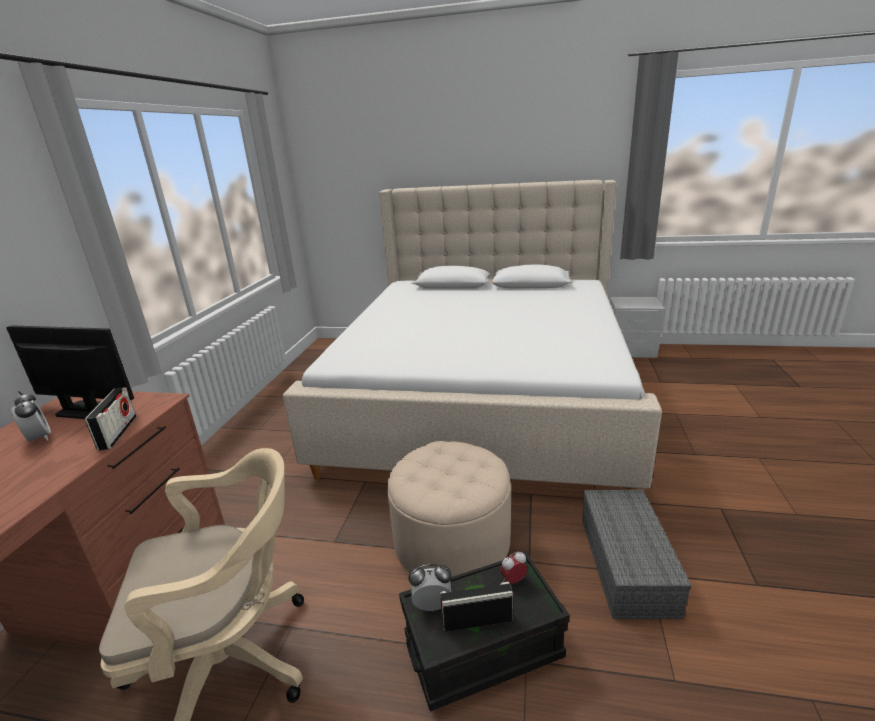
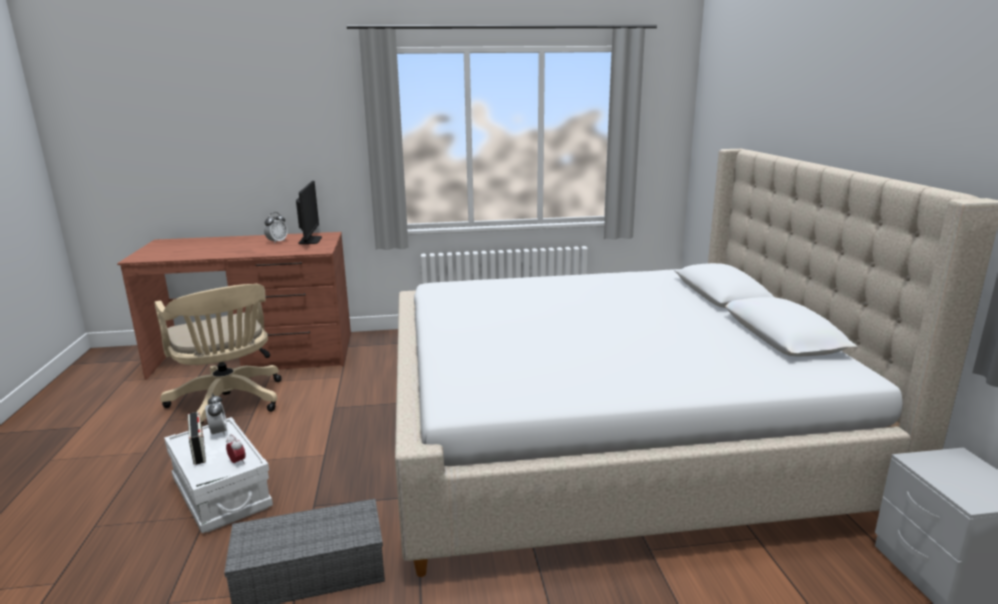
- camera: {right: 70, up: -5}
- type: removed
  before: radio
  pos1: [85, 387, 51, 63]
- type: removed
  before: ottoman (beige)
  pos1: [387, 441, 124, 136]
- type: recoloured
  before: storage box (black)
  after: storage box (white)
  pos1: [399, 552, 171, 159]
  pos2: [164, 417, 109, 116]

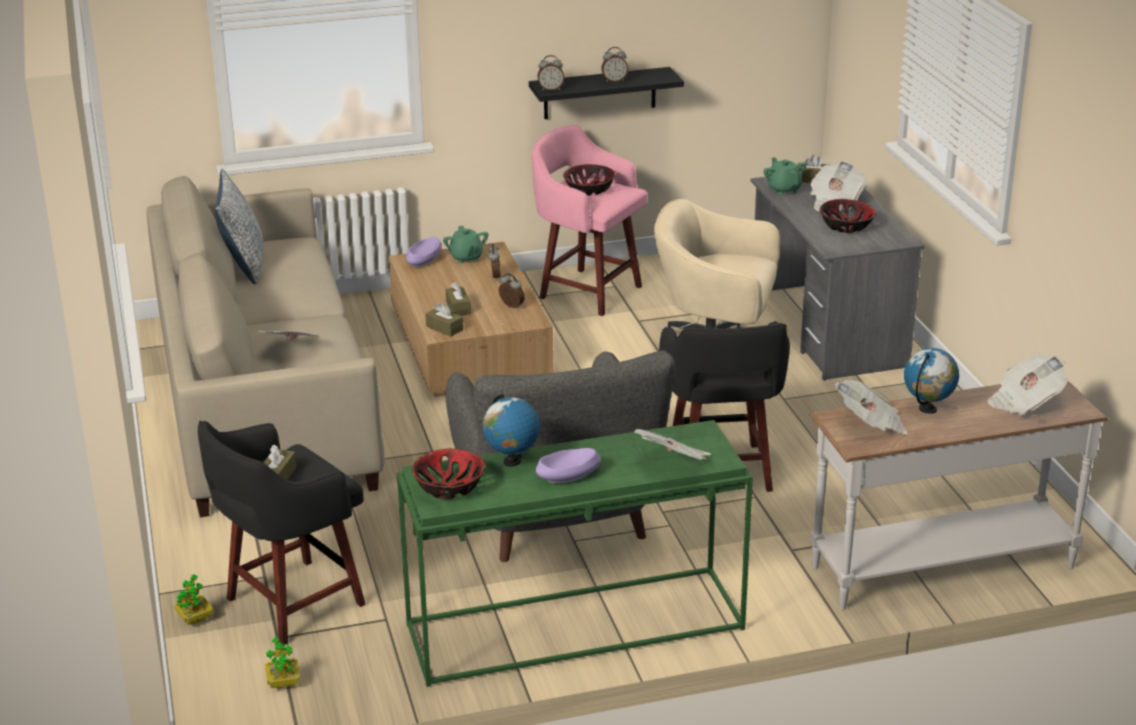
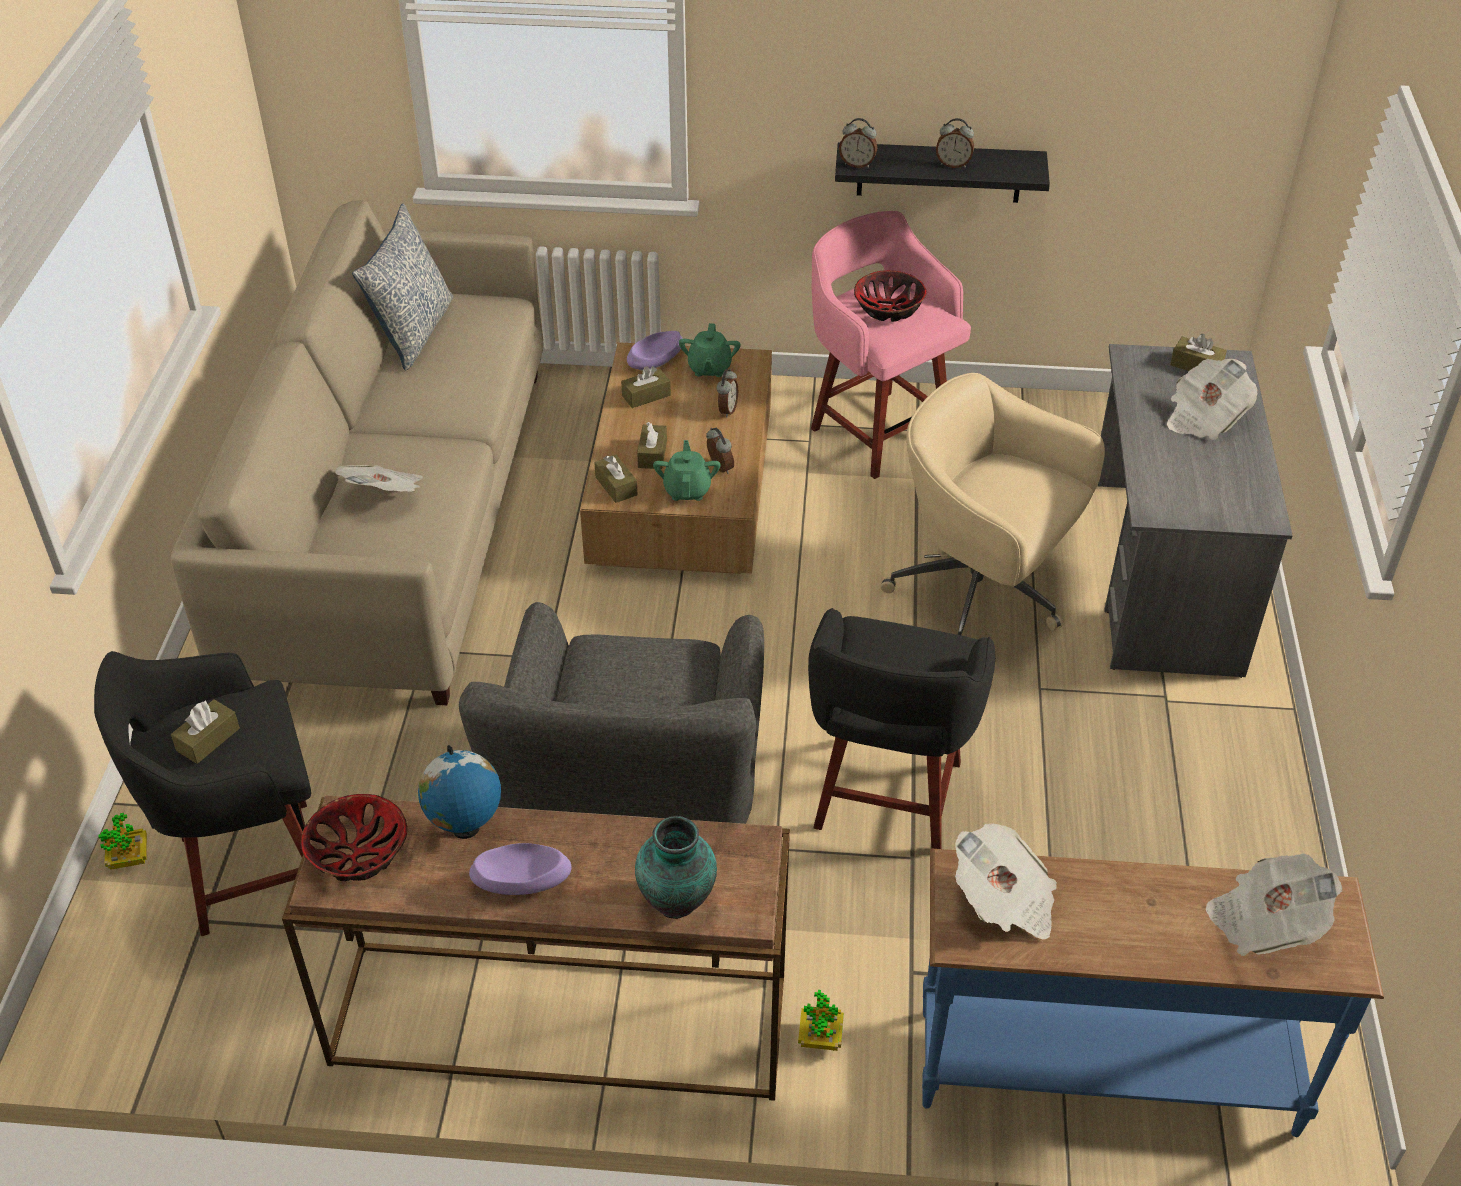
- camera: {right: 20, up: 15}
- type: removed
  before: bowl
  pos1: [820, 199, 56, 34]
- type: removed
  before: globe
  pos1: [904, 348, 55, 66]
- type: added
  after: tissue box (brown)
  pos2: [621, 366, 50, 42]
- type: moved
  before: potted plant
  pos1: [265, 637, 35, 51]
  pos2: [798, 990, 46, 61]
- type: moved
  before: teapot (green)
  pos1: [763, 157, 43, 38]
  pos2: [653, 440, 68, 61]
- type: replaced
  before: newspaper
  after: vase
  pos1: [634, 429, 77, 31]
  pos2: [635, 816, 82, 103]
- type: recoloured
  before: console table (green)
  after: console table (brown)
  pos1: [397, 420, 356, 267]
  pos2: [282, 795, 508, 306]
- type: recoloured
  before: console table (white)
  after: console table (blue)
  pos1: [810, 381, 299, 229]
  pos2: [922, 849, 462, 288]

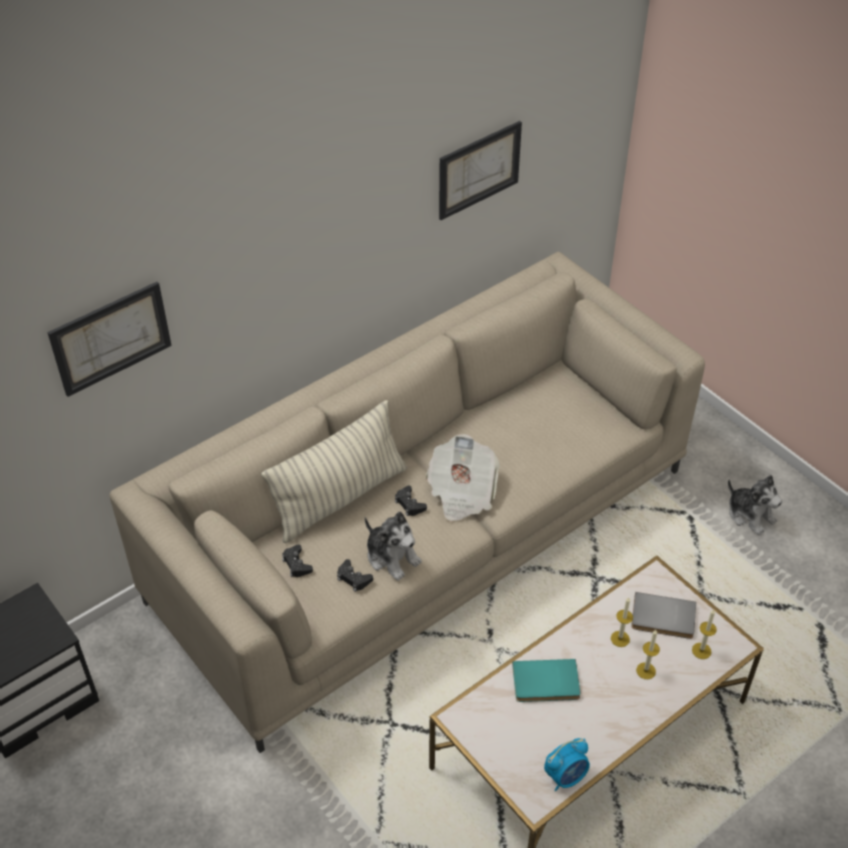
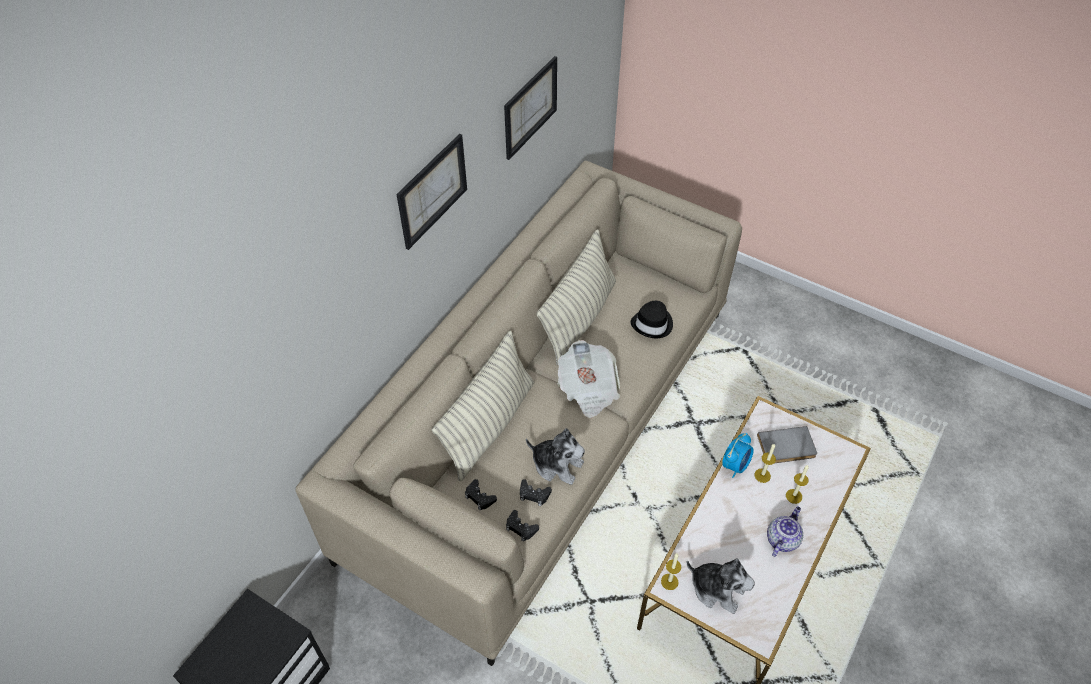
- camera: {right: -20, up: 5}
- type: removed
  before: book (turquoise)
  pos1: [512, 659, 69, 43]
- type: added
  after: pillow
  pos2: [536, 229, 80, 136]
- type: added
  after: hat (black)
  pos2: [631, 301, 42, 37]
- type: added
  after: teapot
  pos2: [767, 506, 36, 51]
- type: moved
  before: picture
  pos1: [47, 282, 125, 115]
  pos2: [396, 134, 71, 116]
- type: moved
  before: game controller (black)
  pos1: [395, 486, 32, 30]
  pos2: [506, 510, 33, 32]
- type: moved
  before: alarm clock
  pos1: [544, 738, 46, 53]
  pos2: [722, 433, 32, 45]
- type: moved
  before: candle
  pos1: [692, 609, 25, 50]
  pos2: [661, 553, 20, 37]
- type: moved
  before: plush toy
  pos1: [728, 475, 54, 60]
  pos2: [687, 558, 68, 56]

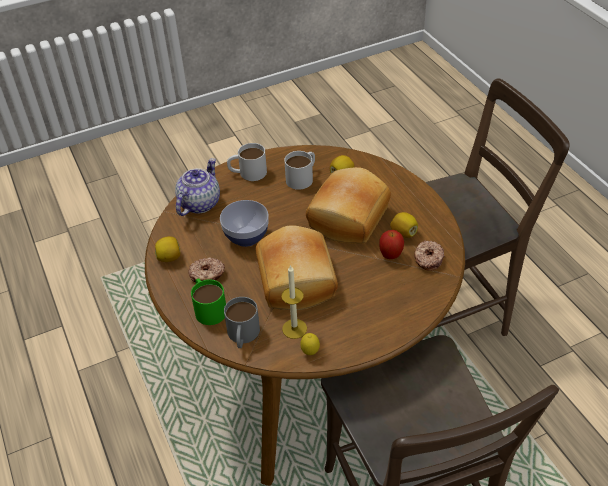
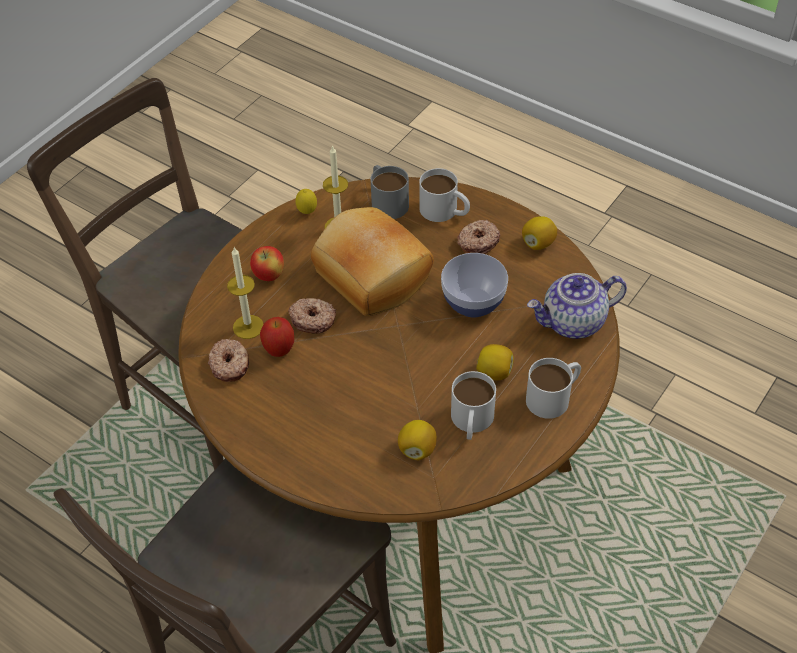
- camera: {right: 150, up: 5}
- type: removed
  before: bread
  pos1: [306, 167, 85, 77]
- type: added
  after: candle
  pos2: [227, 247, 36, 92]
- type: added
  after: apple
  pos2: [250, 246, 34, 35]
- type: added
  after: donut
  pos2: [288, 298, 48, 36]
- type: moved
  before: lemon
  pos1: [390, 212, 28, 26]
  pos2: [476, 344, 38, 36]
- type: recoloured
  before: mug (green)
  after: mug (white)
  pos1: [191, 278, 35, 47]
  pos2: [419, 168, 51, 54]
- type: turned
  before: teapot
  pos1: [175, 158, 45, 58]
  pos2: [527, 273, 100, 66]
  turn: 75

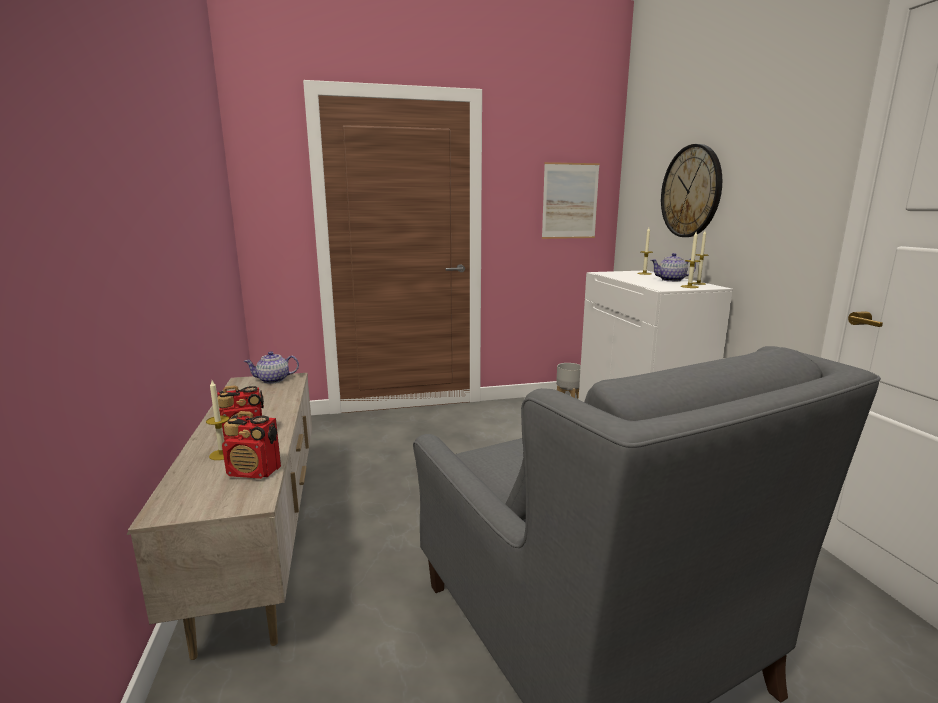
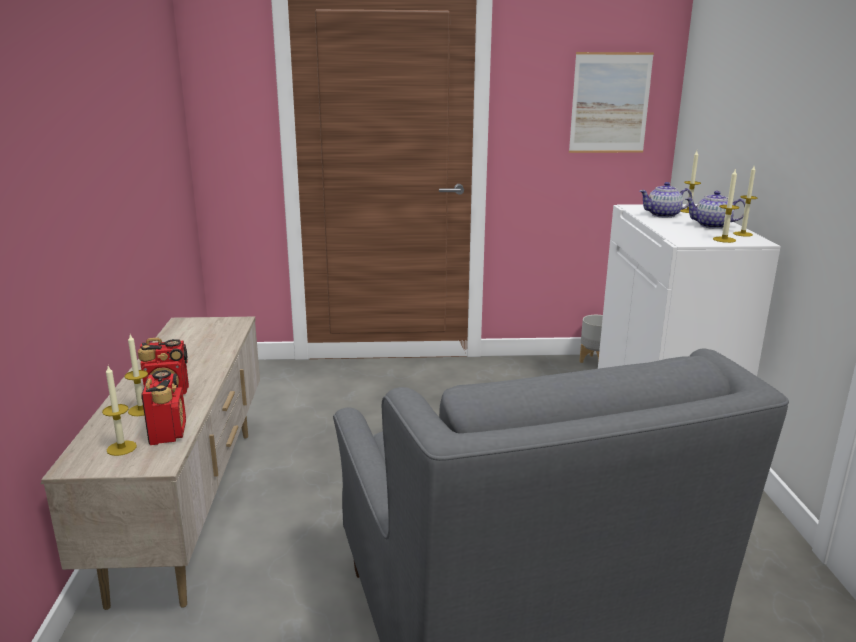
- camera: {right: 10, up: 5}
- type: removed
  before: wall clock
  pos1: [661, 144, 61, 93]
- type: added
  after: candle
  pos2: [102, 366, 35, 90]
- type: moved
  before: teapot
  pos1: [244, 351, 55, 33]
  pos2: [639, 182, 53, 36]
- type: turned
  before: radio
  pos1: [222, 411, 59, 68]
  pos2: [141, 370, 45, 75]
  turn: -120

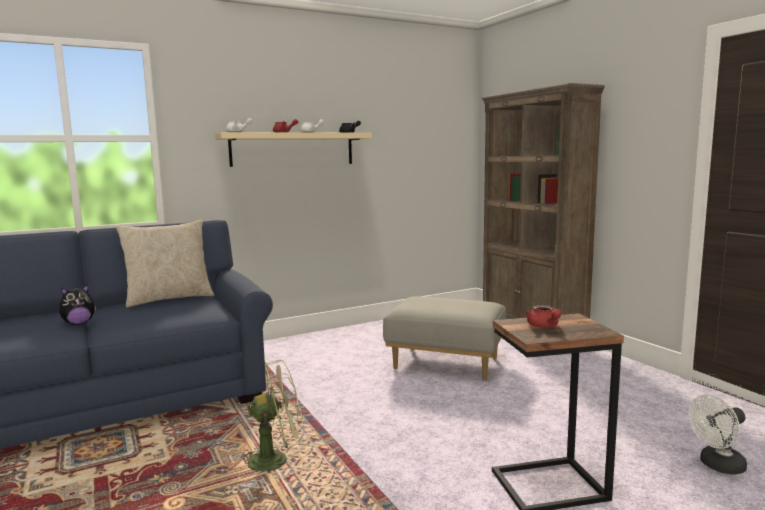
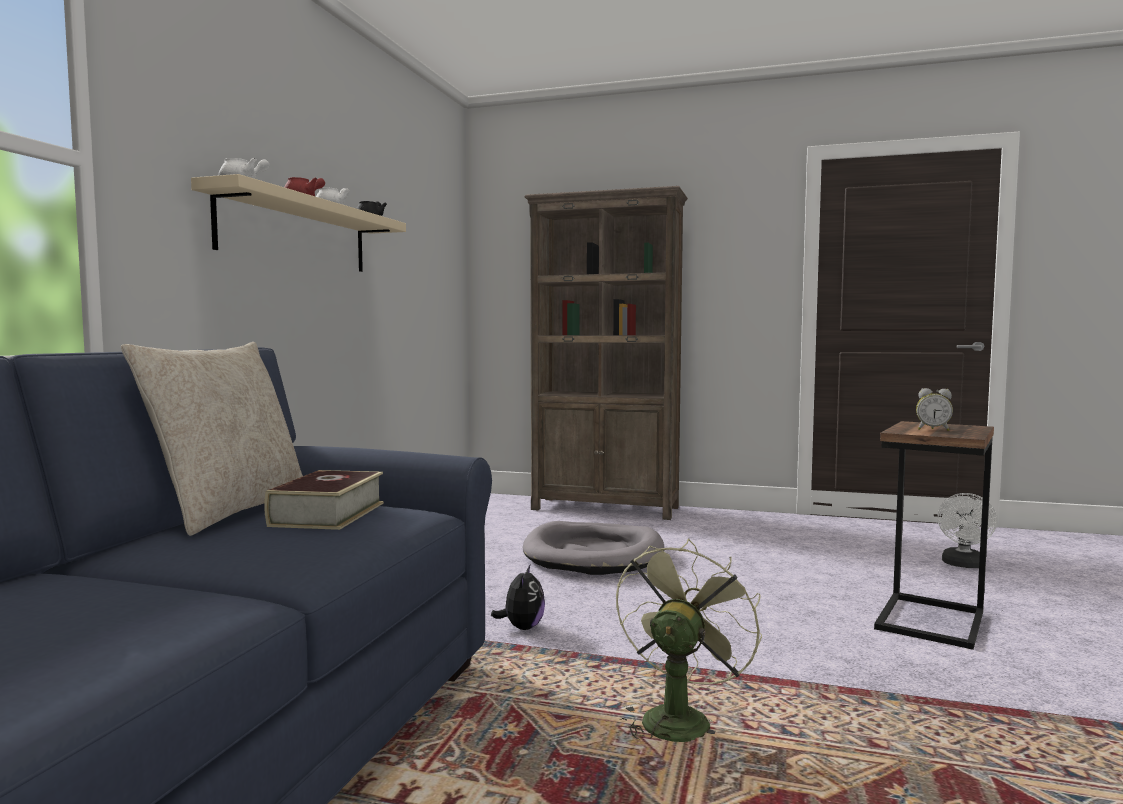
- camera: {right: -45, up: -5}
- type: added
  after: book
  pos2: [264, 470, 120, 60]
- type: moved
  before: plush toy
  pos1: [59, 284, 37, 41]
  pos2: [491, 565, 54, 65]
- type: replaced
  before: ottoman (grey)
  after: dog bed (grey)
  pos1: [383, 296, 123, 85]
  pos2: [523, 521, 141, 54]
- type: replaced
  before: teapot (red)
  after: alarm clock
  pos1: [525, 305, 37, 23]
  pos2: [916, 388, 37, 43]

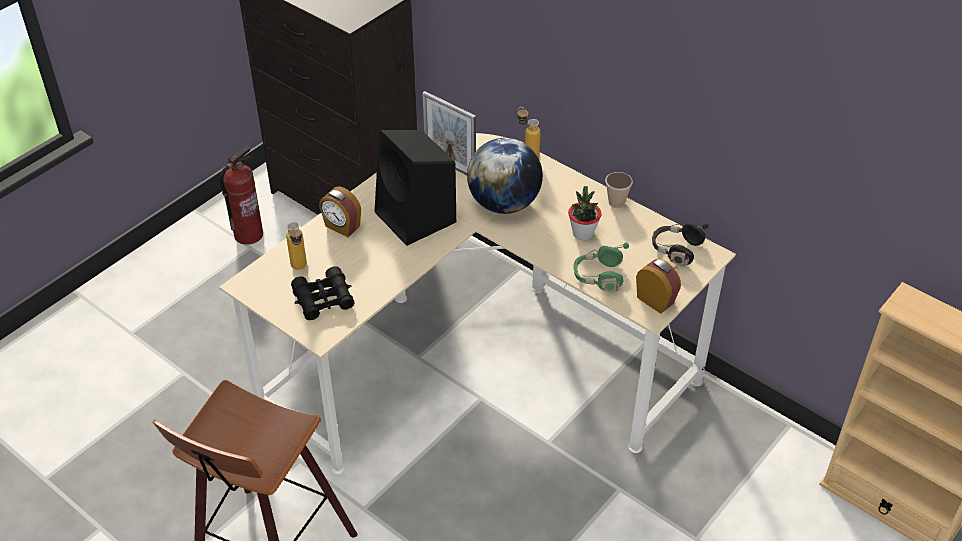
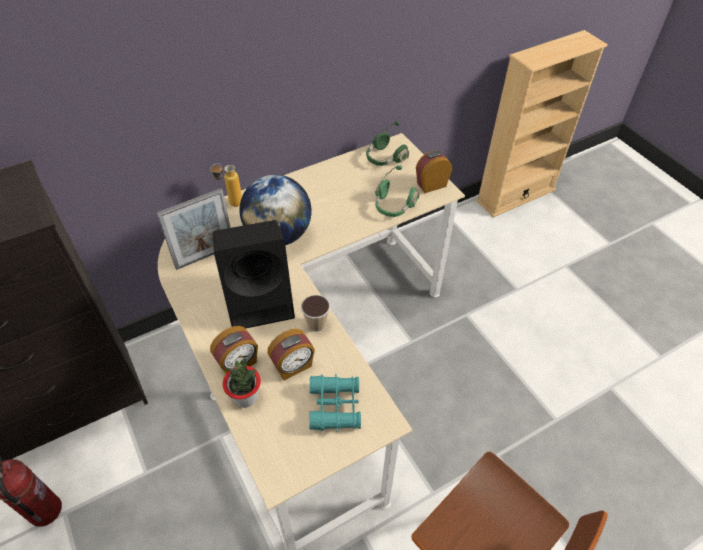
- camera: {right: -70, up: 5}
- type: removed
  before: bottle
  pos1: [286, 222, 21, 48]
- type: added
  after: alarm clock
  pos2: [267, 329, 48, 52]
- type: moved
  before: potted plant
  pos1: [568, 186, 34, 54]
  pos2: [223, 357, 38, 51]
- type: moved
  before: cup
  pos1: [605, 172, 28, 36]
  pos2: [301, 295, 29, 37]
- type: recoloured
  before: binoculars (black)
  after: binoculars (turquoise)
  pos1: [291, 266, 64, 54]
  pos2: [309, 374, 52, 58]
- type: recoloured
  before: headphones (black)
  after: headphones (green)
  pos1: [652, 222, 57, 44]
  pos2: [366, 121, 43, 45]

